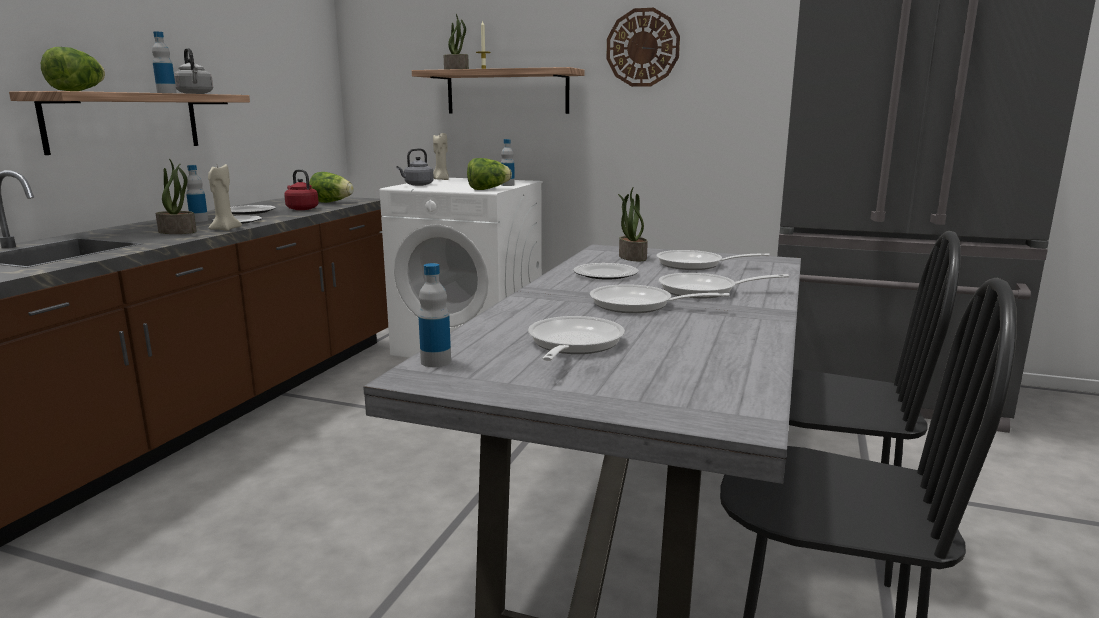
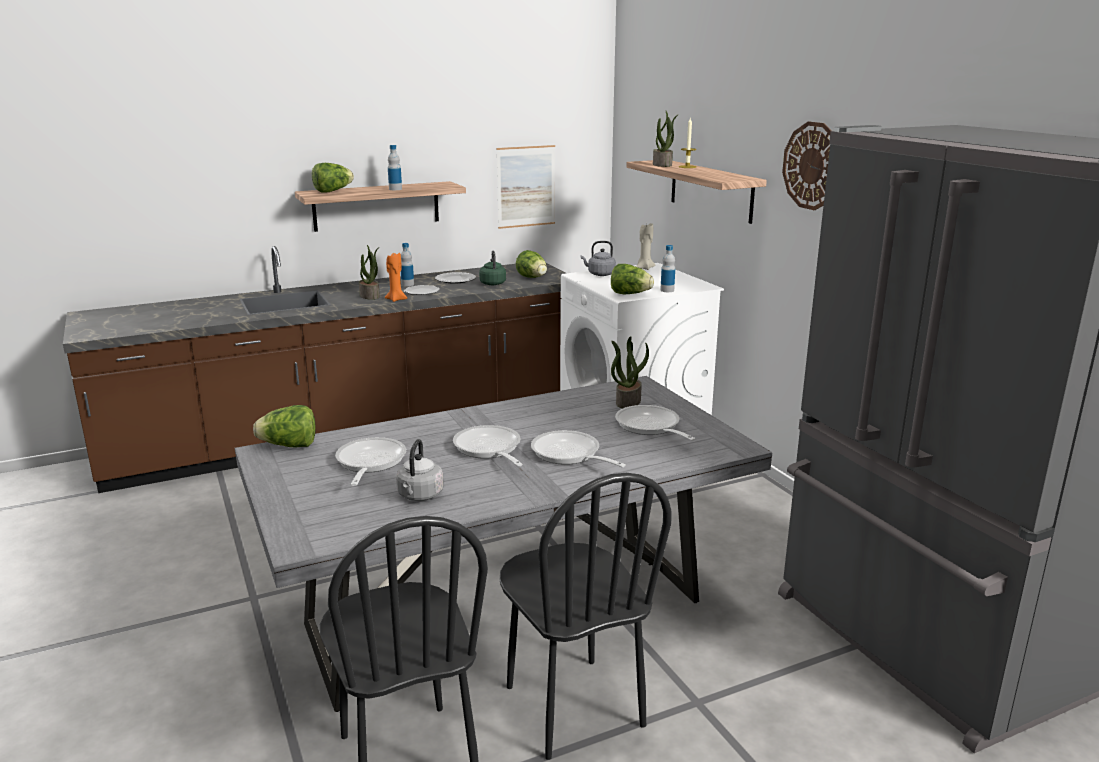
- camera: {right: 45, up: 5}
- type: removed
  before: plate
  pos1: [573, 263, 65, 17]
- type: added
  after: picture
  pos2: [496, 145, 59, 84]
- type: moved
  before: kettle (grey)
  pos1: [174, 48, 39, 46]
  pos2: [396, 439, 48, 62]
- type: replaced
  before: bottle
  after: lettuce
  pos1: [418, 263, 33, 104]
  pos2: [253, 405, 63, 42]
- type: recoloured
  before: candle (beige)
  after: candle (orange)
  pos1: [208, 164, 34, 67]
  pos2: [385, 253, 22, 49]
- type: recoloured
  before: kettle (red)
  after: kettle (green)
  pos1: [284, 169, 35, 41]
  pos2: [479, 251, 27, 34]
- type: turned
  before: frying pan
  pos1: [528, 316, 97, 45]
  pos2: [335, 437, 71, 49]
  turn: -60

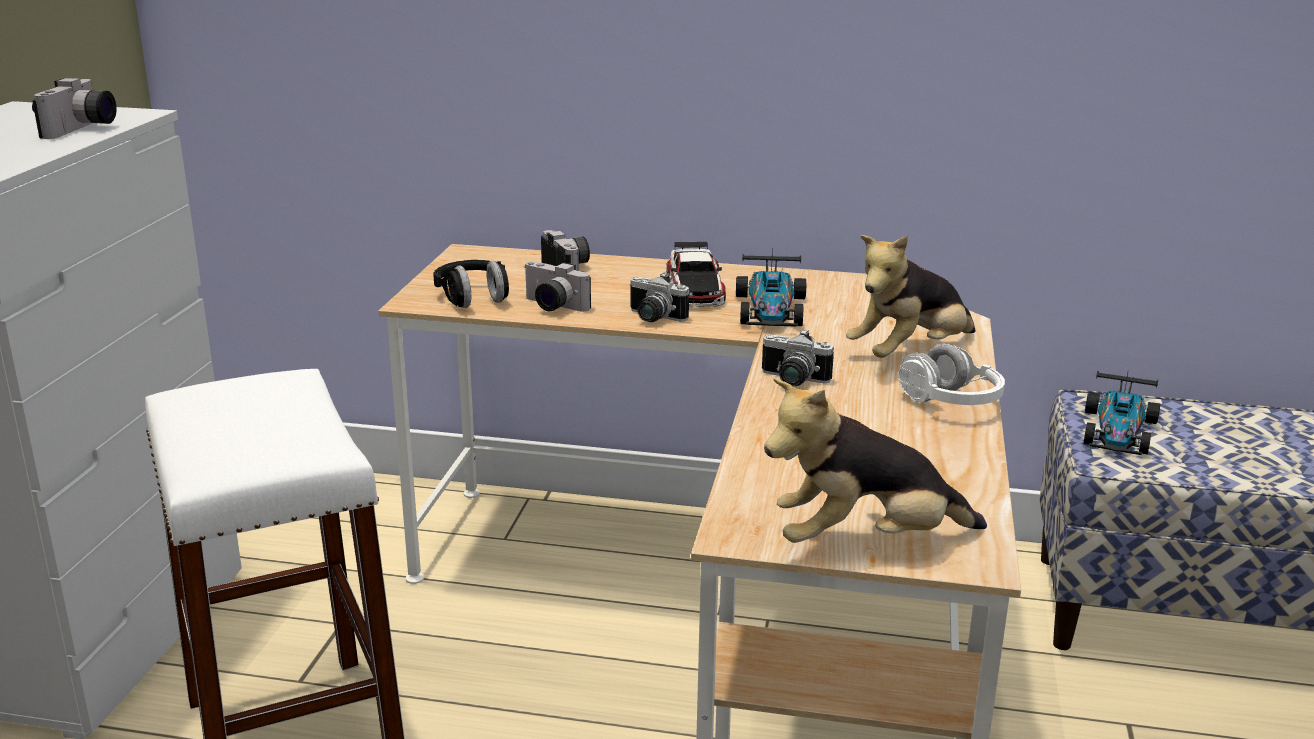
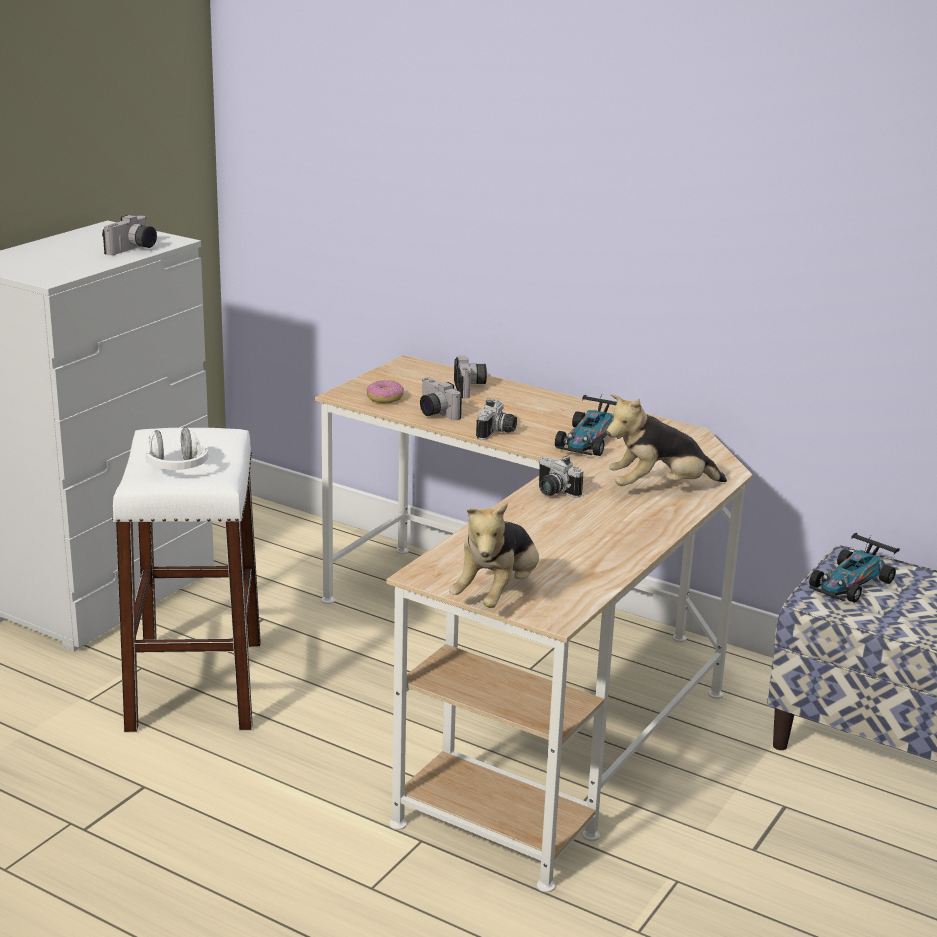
- camera: {right: 20, up: 0}
- type: removed
  before: toy car
  pos1: [666, 241, 60, 66]
- type: moved
  before: headphones (white)
  pos1: [898, 343, 107, 62]
  pos2: [146, 428, 62, 42]
- type: replaced
  before: headphones (black)
  after: donut
  pos1: [433, 260, 76, 48]
  pos2: [367, 380, 37, 23]
- type: turned
  before: photo camera
  pos1: [630, 272, 59, 50]
  pos2: [476, 399, 41, 41]
  turn: -120
- type: turned
  before: plush toy
  pos1: [764, 378, 223, 165]
  pos2: [449, 503, 90, 105]
  turn: -75

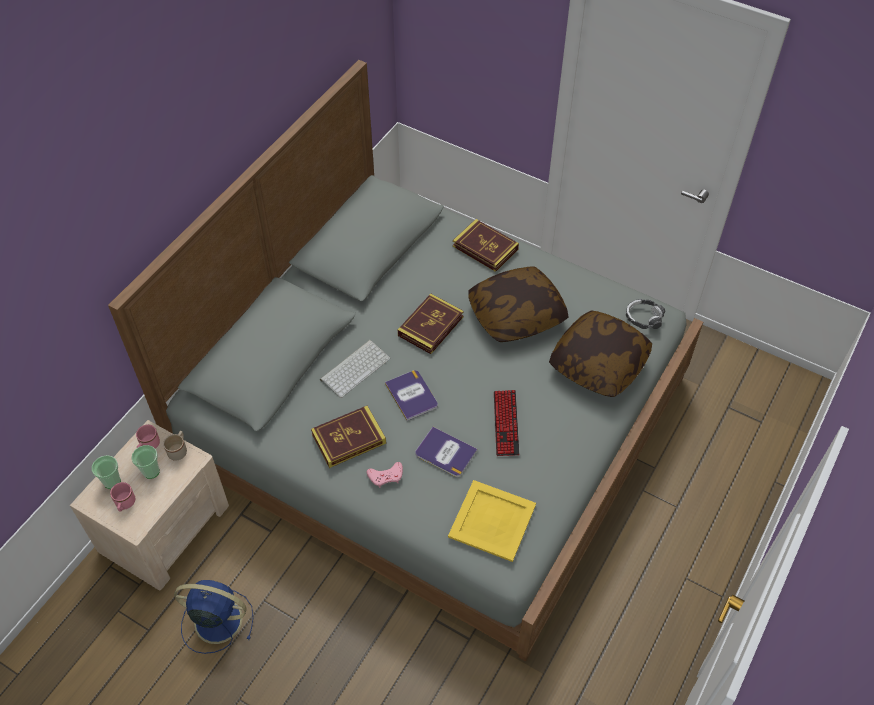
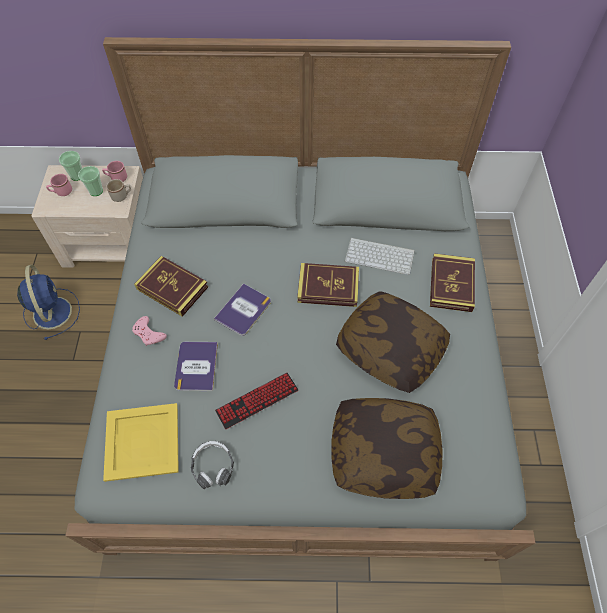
- camera: {right: 60, up: 5}
- type: moved
  before: keyboard
  pos1: [320, 340, 70, 58]
  pos2: [345, 237, 70, 38]
- type: moved
  before: headphones
  pos1: [626, 299, 39, 30]
  pos2: [191, 441, 43, 49]

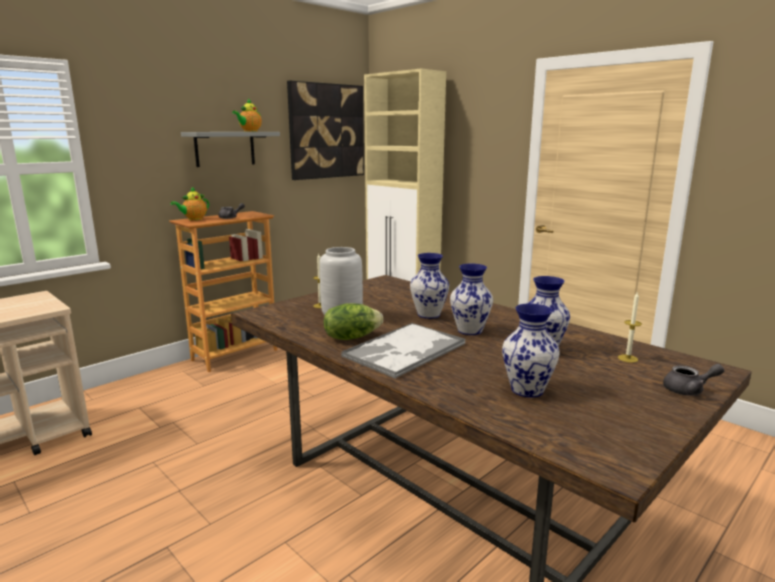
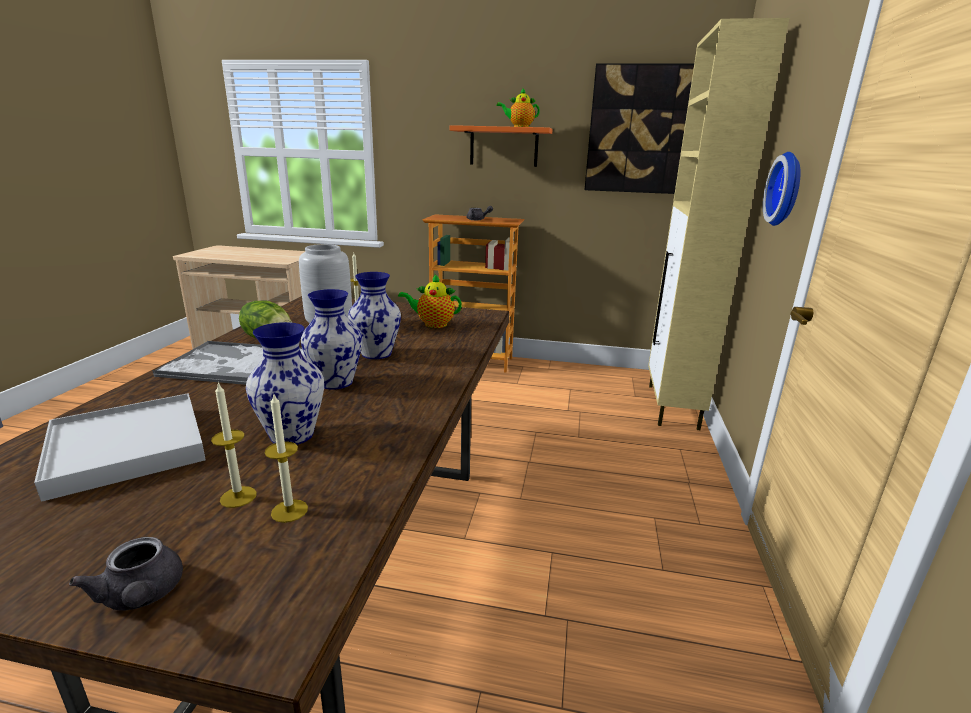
- camera: {right: 55, up: 5}
- type: added
  after: candle
  pos2: [211, 382, 46, 126]
- type: added
  after: wall clock
  pos2: [763, 152, 38, 74]
- type: moved
  before: teapot
  pos1: [171, 187, 38, 33]
  pos2: [398, 273, 64, 55]
- type: replaced
  before: vase
  after: tray (white)
  pos1: [502, 303, 58, 95]
  pos2: [34, 393, 172, 109]
- type: recoloured
  before: shelf (grey)
  after: shelf (orange)
  pos1: [181, 132, 99, 35]
  pos2: [449, 125, 104, 42]

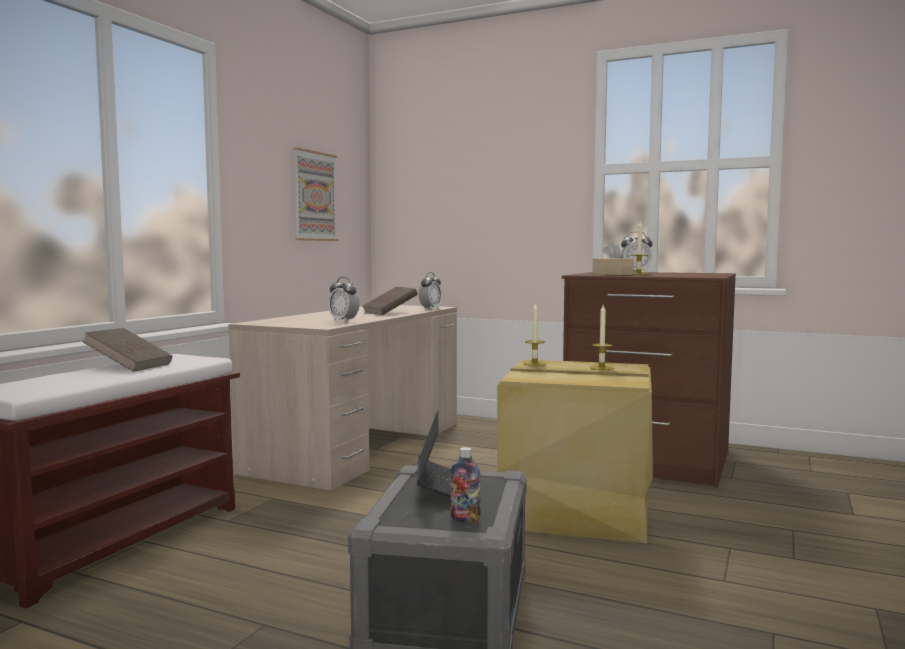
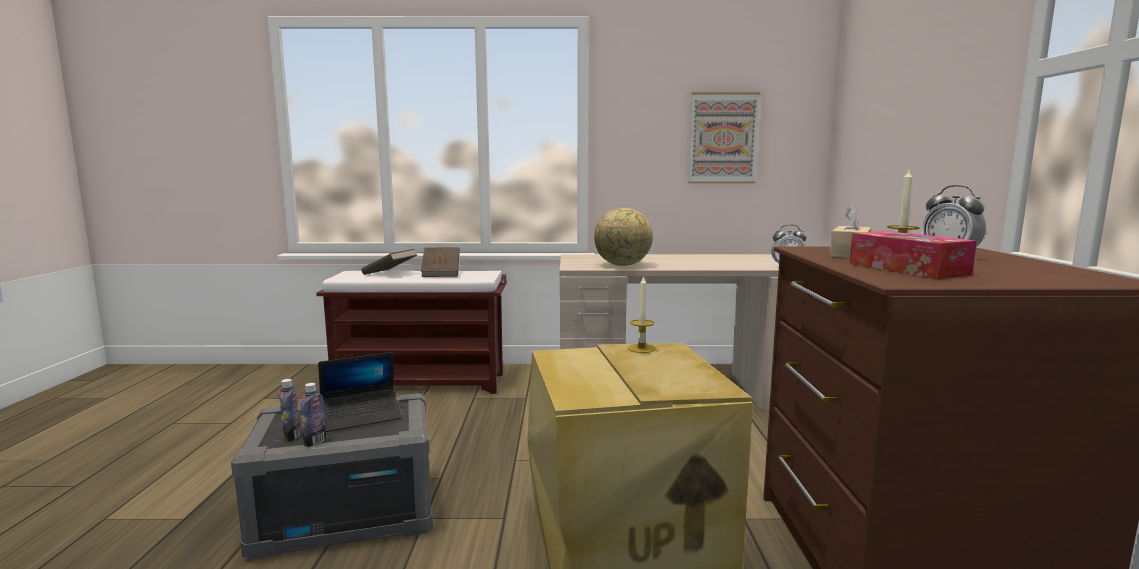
- camera: {right: 65, up: 5}
- type: removed
  before: candle
  pos1: [590, 305, 24, 65]
- type: added
  after: bottle
  pos2: [300, 383, 26, 64]
- type: added
  after: tissue box
  pos2: [850, 231, 127, 48]
- type: moved
  before: book (brown)
  pos1: [363, 287, 55, 28]
  pos2: [362, 249, 55, 26]
- type: replaced
  before: alarm clock
  after: globe
  pos1: [328, 277, 32, 45]
  pos2: [594, 208, 59, 58]

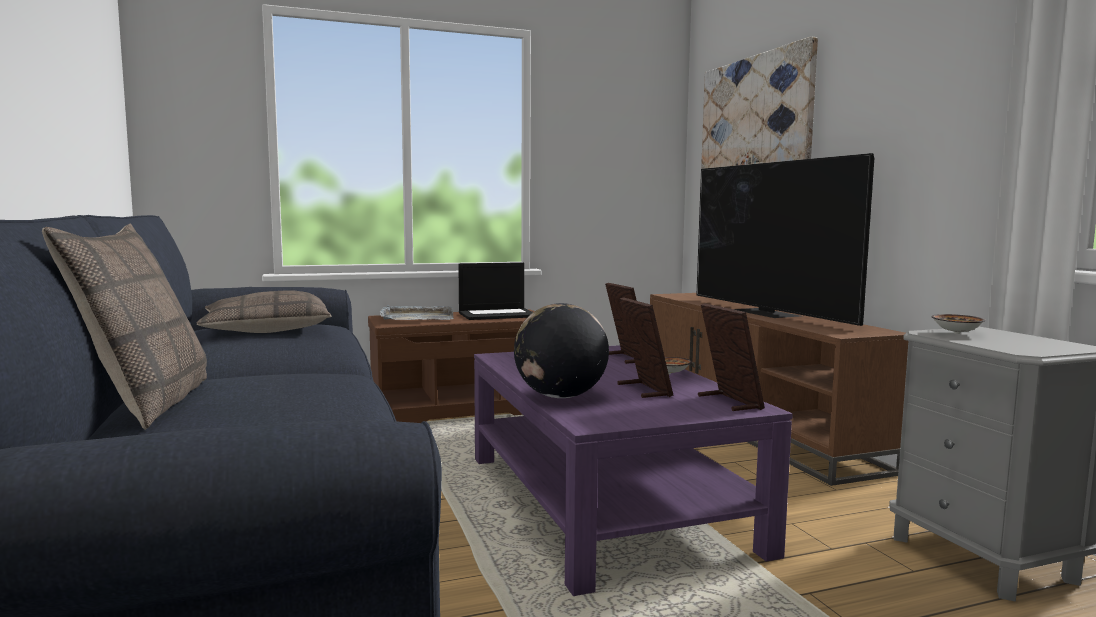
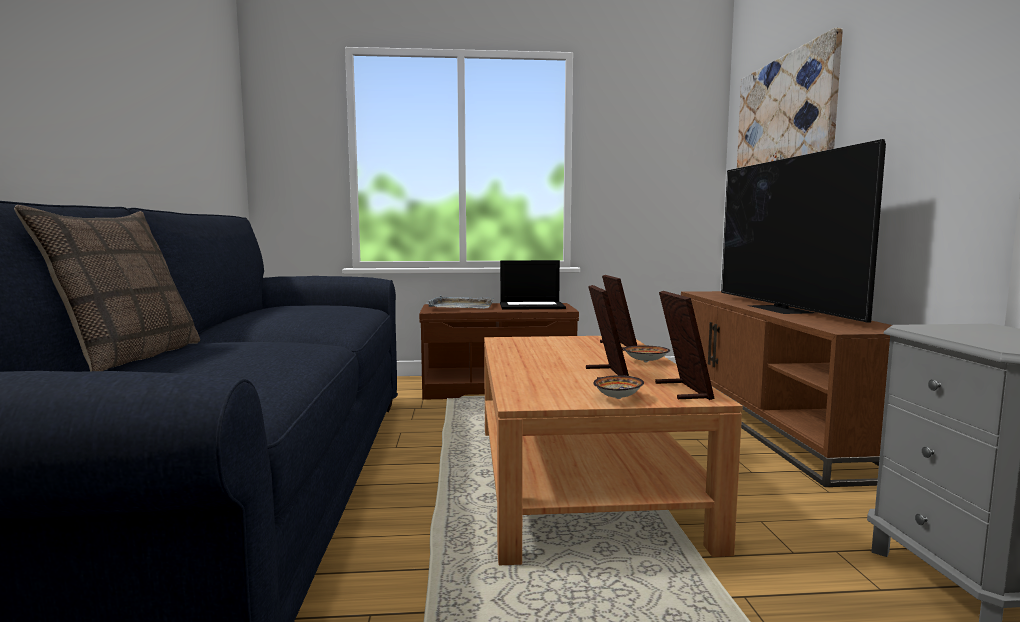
- camera: {right: 15, up: 0}
- type: removed
  before: pillow
  pos1: [197, 290, 135, 43]
- type: removed
  before: globe
  pos1: [514, 303, 95, 95]
- type: moved
  before: bowl
  pos1: [932, 314, 53, 20]
  pos2: [593, 375, 51, 24]
- type: recoloured
  before: coffee table (purple)
  after: coffee table (brown)
  pos1: [474, 345, 319, 251]
  pos2: [484, 336, 259, 229]

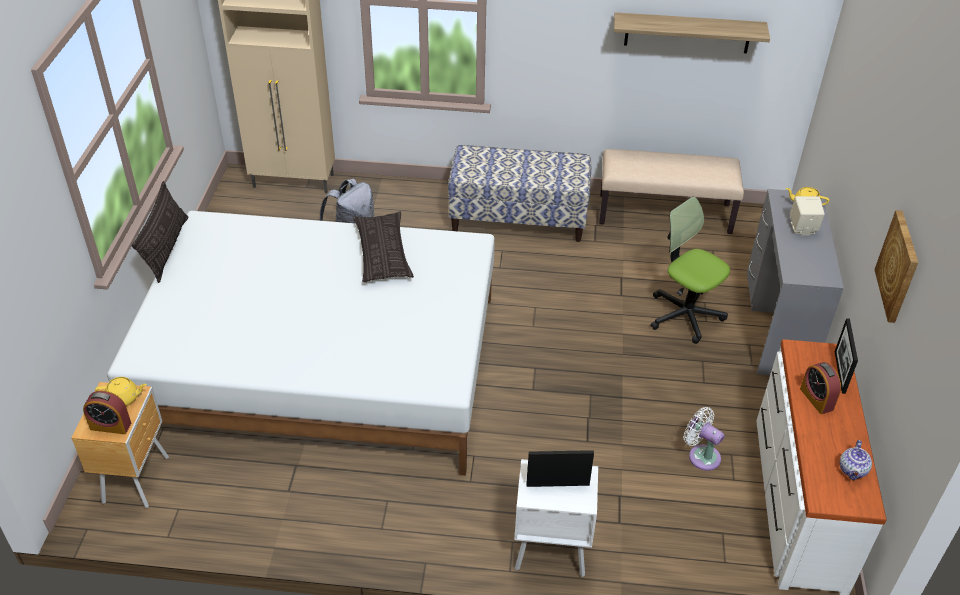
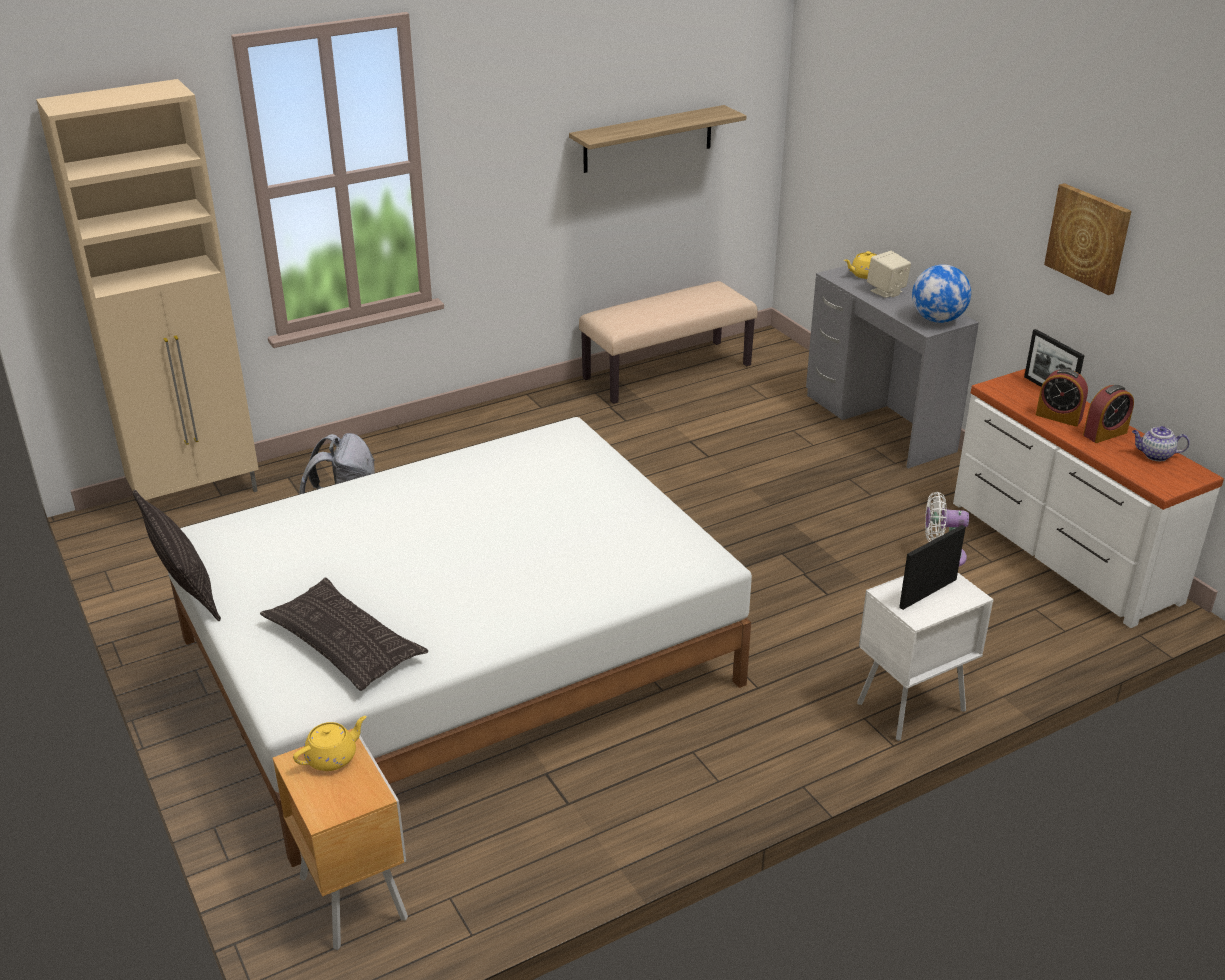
- camera: {right: -35, up: -10}
- type: removed
  before: bench
  pos1: [448, 145, 143, 97]
- type: removed
  before: office chair
  pos1: [650, 197, 80, 147]
- type: added
  after: globe
  pos2: [912, 264, 59, 59]
- type: moved
  before: alarm clock
  pos1: [83, 391, 48, 43]
  pos2: [1083, 385, 51, 58]
- type: moved
  before: pillow
  pos1: [353, 211, 61, 71]
  pos2: [260, 578, 168, 113]
- type: turned
  before: teapot
  pos1: [840, 440, 32, 40]
  pos2: [1132, 426, 58, 35]
  turn: 120

